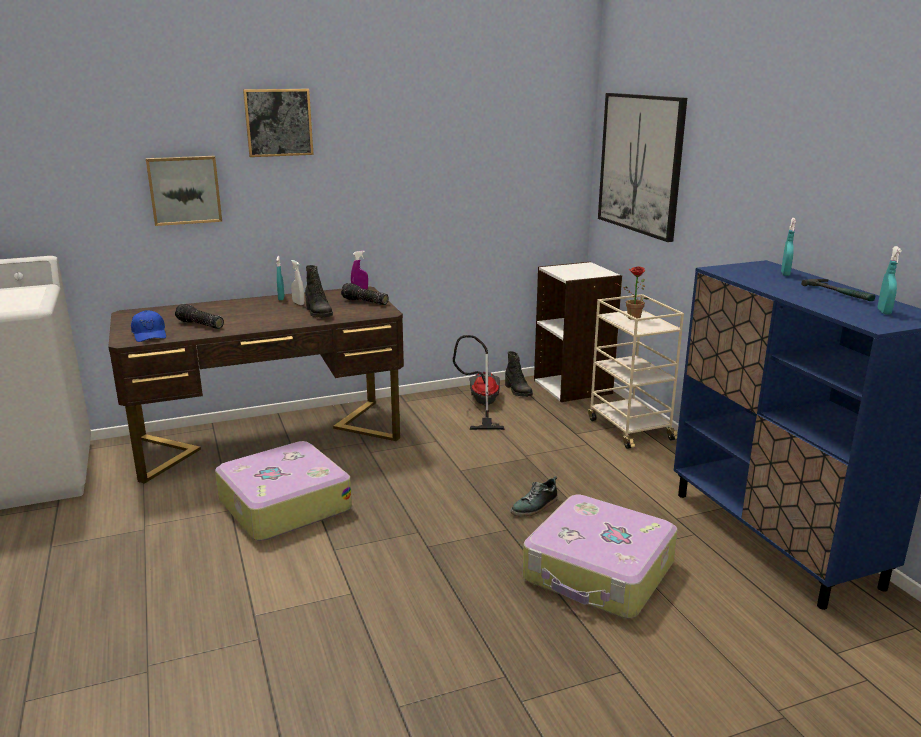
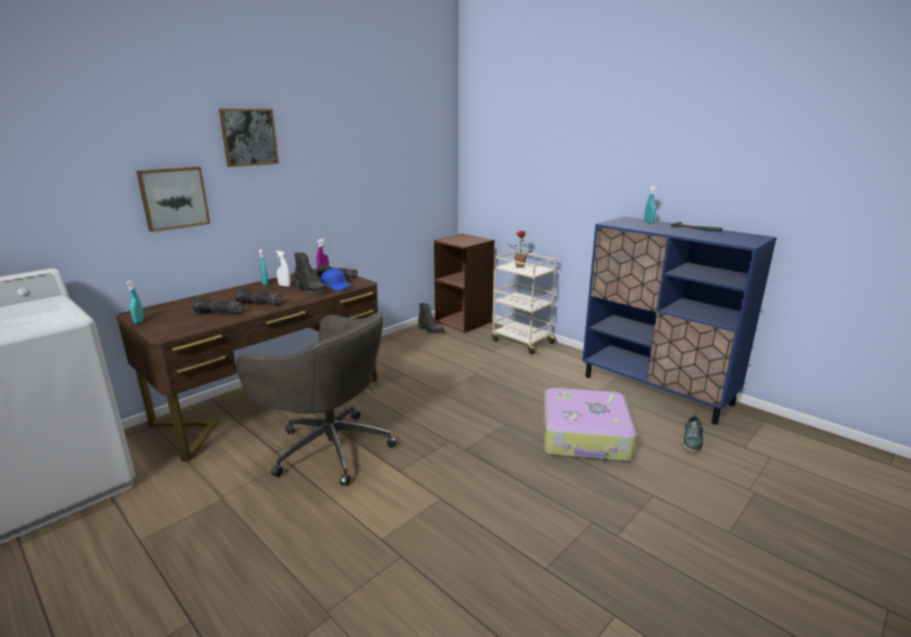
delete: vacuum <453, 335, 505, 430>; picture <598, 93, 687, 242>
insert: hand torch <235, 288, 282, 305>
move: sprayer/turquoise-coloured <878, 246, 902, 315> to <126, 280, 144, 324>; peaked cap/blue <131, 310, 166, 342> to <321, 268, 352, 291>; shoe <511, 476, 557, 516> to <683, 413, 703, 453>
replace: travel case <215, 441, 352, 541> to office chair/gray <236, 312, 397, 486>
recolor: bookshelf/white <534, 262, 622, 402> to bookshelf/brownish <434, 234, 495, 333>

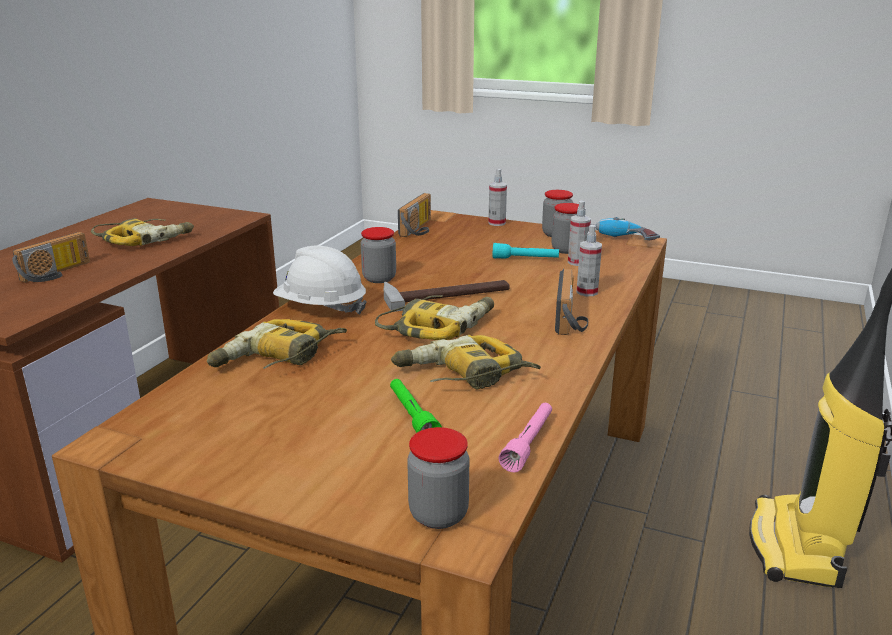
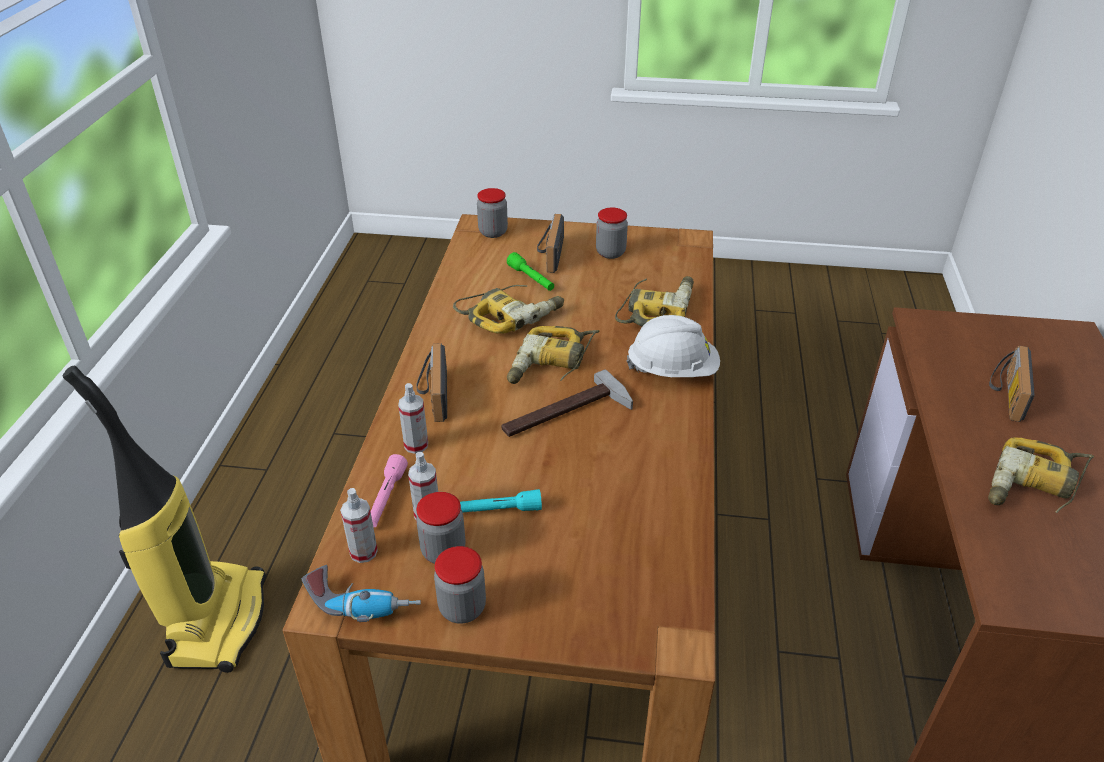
move: sprayer <488, 169, 507, 226> to <340, 488, 378, 563>; hand torch/pink-coloured <498, 403, 552, 472> to <371, 454, 408, 528>; radio set <398, 193, 431, 237> to <537, 214, 564, 273>; storage jar <361, 227, 396, 283> to <596, 208, 628, 259>

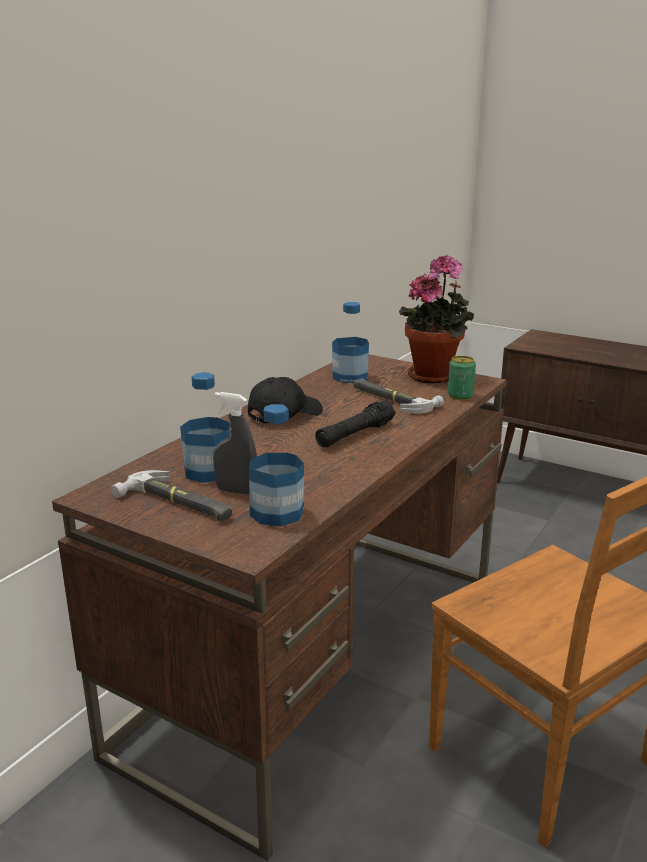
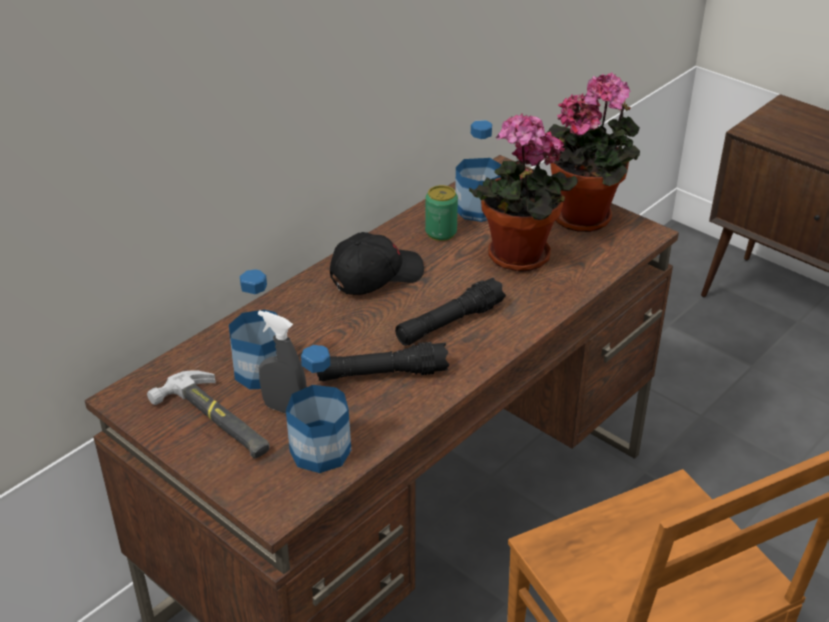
insert: hand torch/blackish <317, 342, 449, 381>
move: metal can <448, 356, 476, 400> to <425, 185, 458, 241>
replace: tool hammer <354, 379, 444, 414> to potted plant <469, 113, 578, 272>

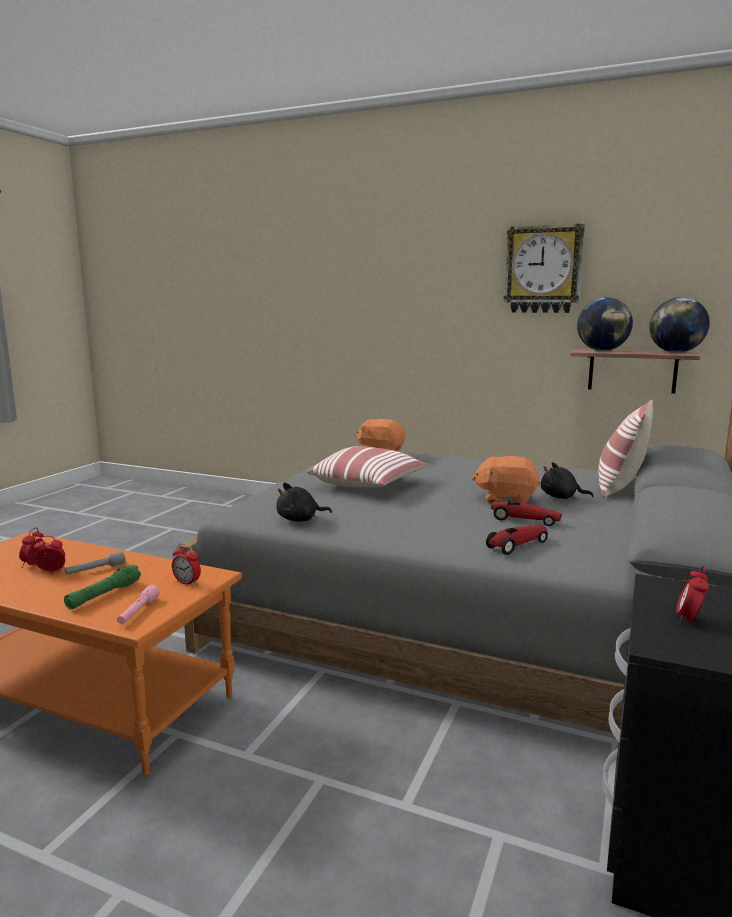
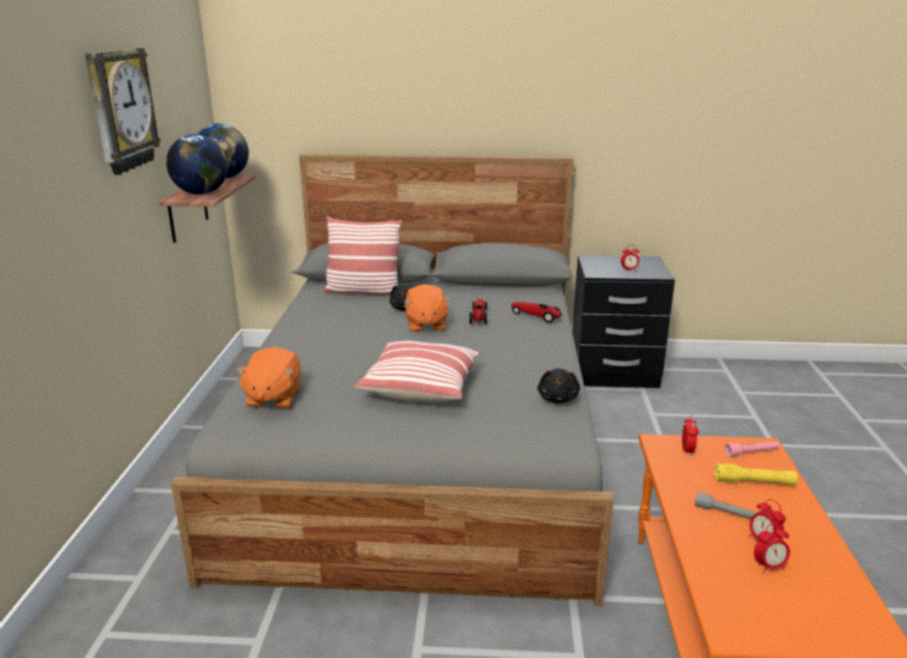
recolor: hand torch/green <64, 565, 141, 609> to hand torch/yellow <714, 463, 798, 485>
rotate: cuddly toy/blackish <276, 483, 332, 522> = <537, 368, 580, 403> 45 degrees clockwise

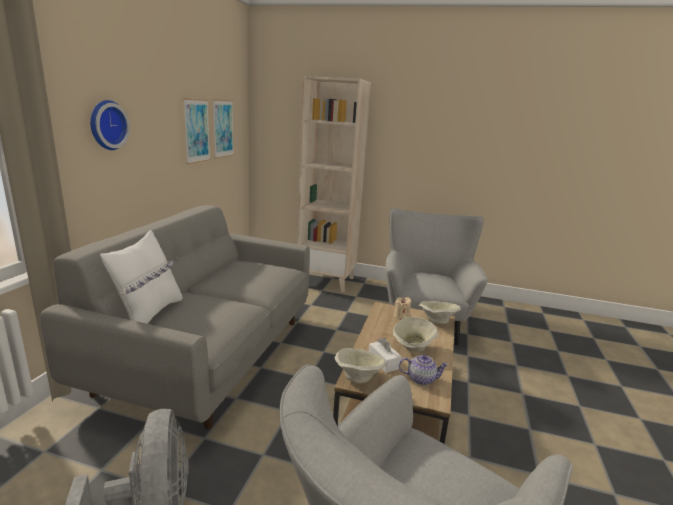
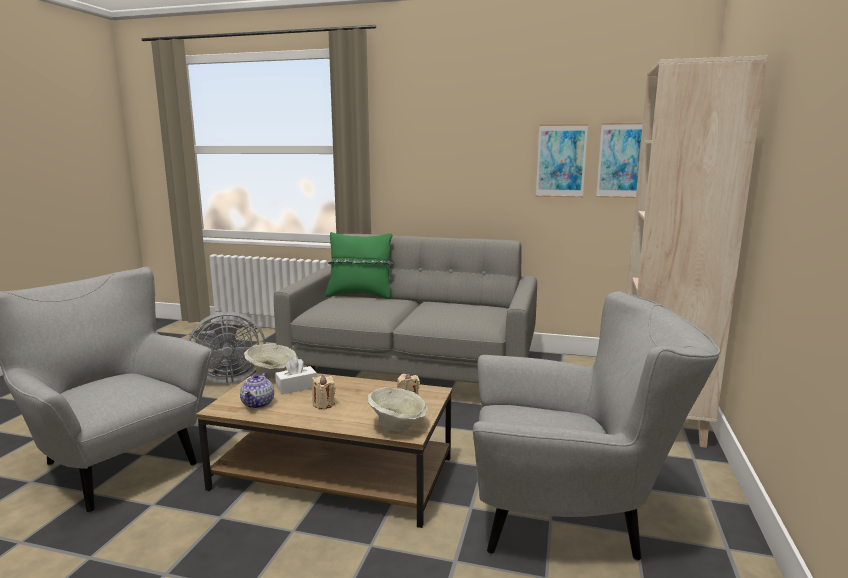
delete: wall clock <90, 100, 130, 150>
replace: serving bowl/sand-coloured <393, 317, 438, 352> to wax candle/sand-coloured <312, 375, 336, 409>
recolor: pillow/white <100, 230, 182, 324> to pillow/green <325, 232, 393, 299>

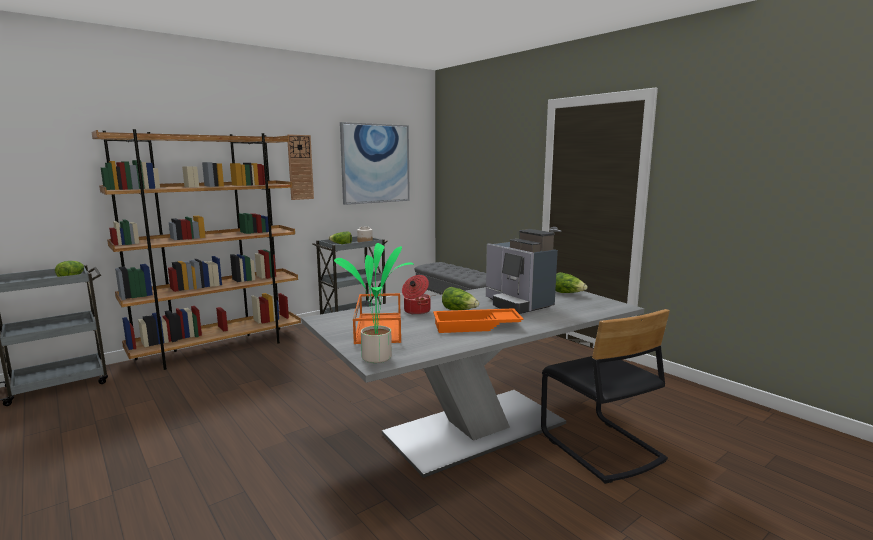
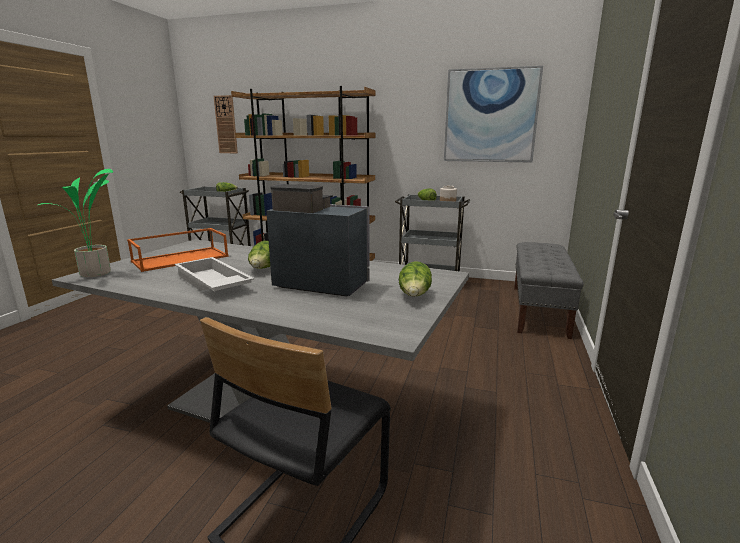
delete: stockpot <402, 275, 430, 315>
move: wall clock <287, 135, 314, 200> to <214, 95, 238, 153>
recolor: serving tray/orangey <433, 308, 524, 333> to serving tray/white <175, 257, 254, 291>
rotate: coffee maker <486, 229, 558, 314> = <266, 184, 369, 297> 90 degrees clockwise

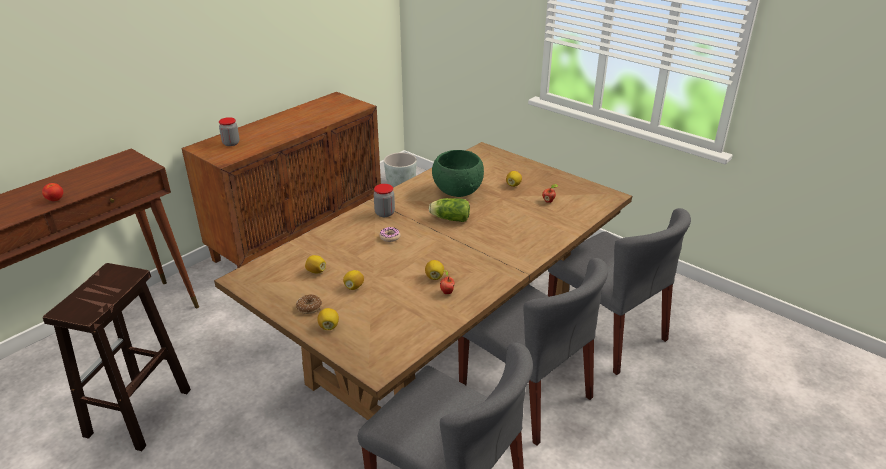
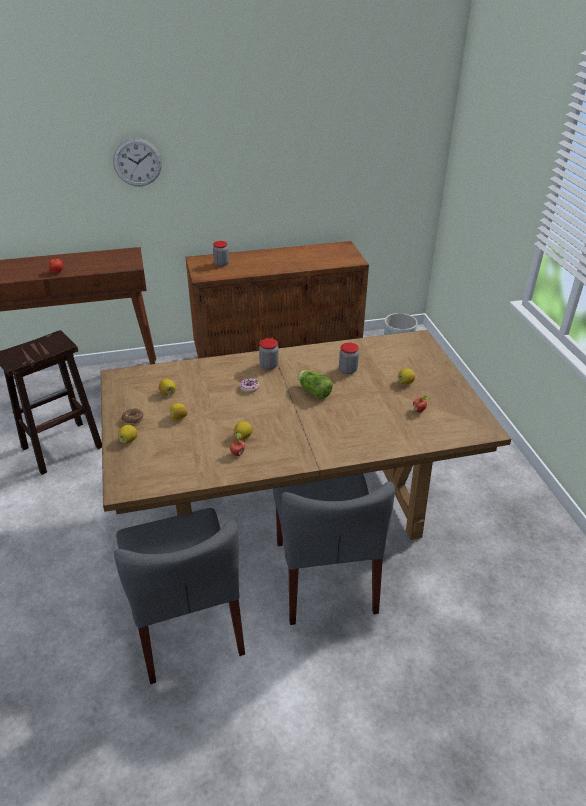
delete: chair/gray <548, 208, 691, 375>
insert: wall clock <113, 138, 162, 186>
replace: serving bowl/green <432, 150, 484, 197> to storage jar <339, 342, 359, 374>

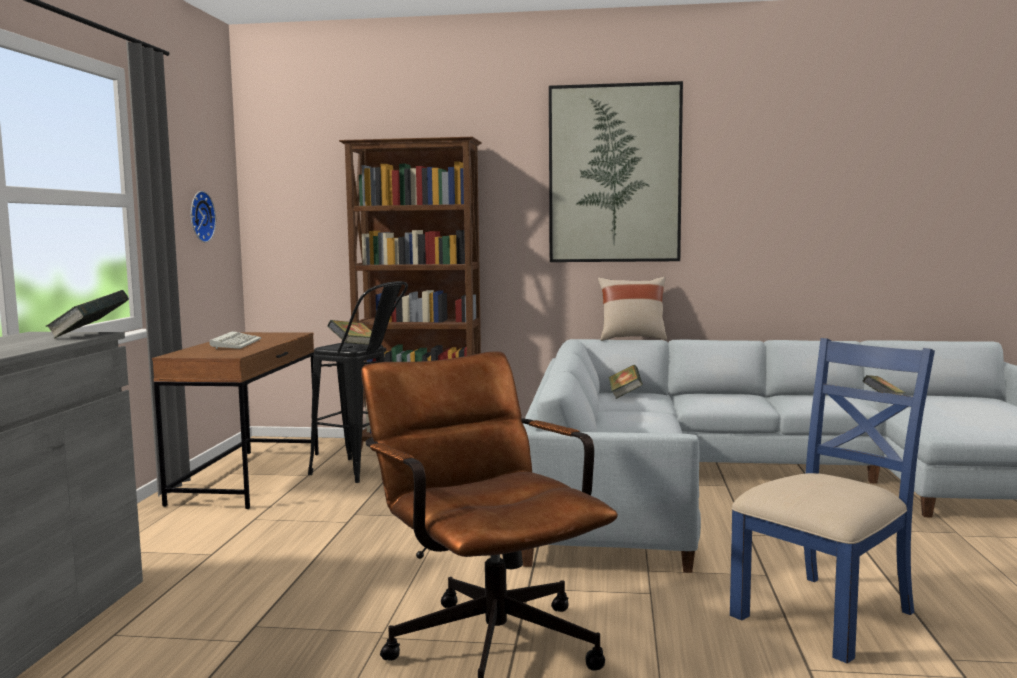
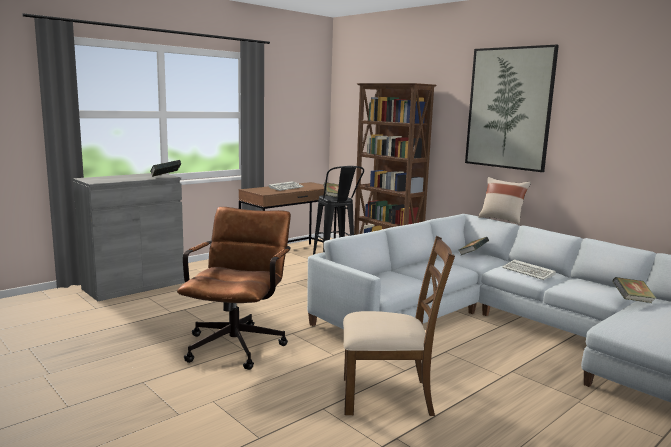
delete: wall clock <191, 191, 216, 243>
insert: keyboard <502, 260, 556, 280>
recolor: chair/blue <730, 338, 935, 663> to chair/brownish <343, 236, 455, 416>

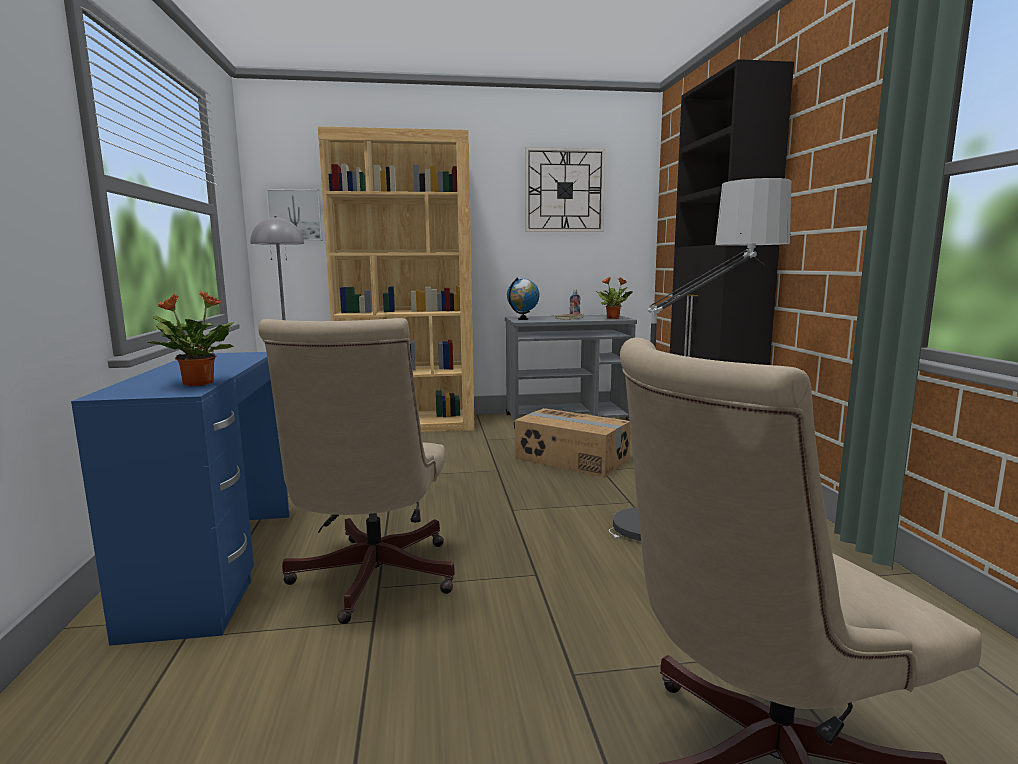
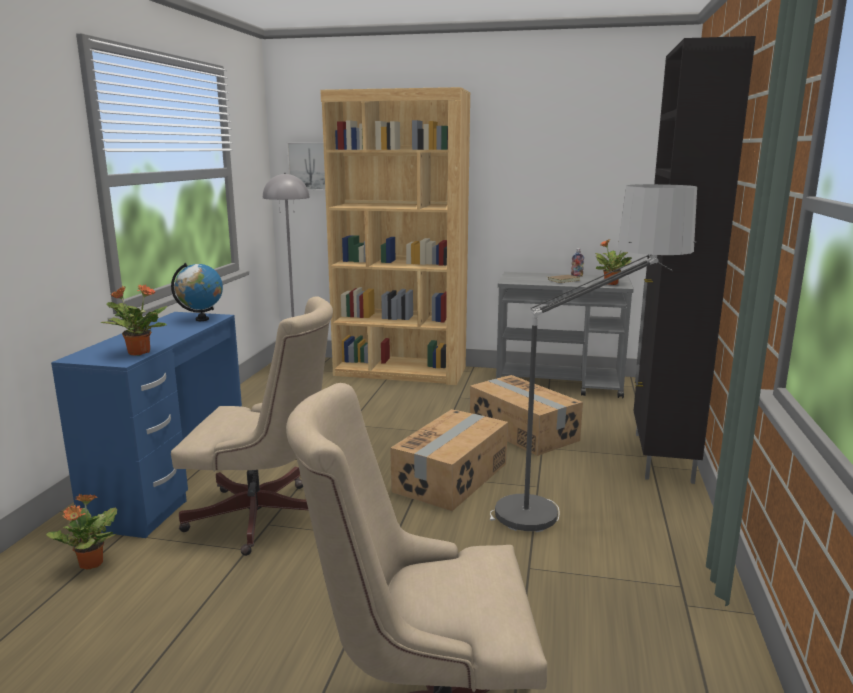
delete: wall clock <525, 147, 605, 232>
insert: potted plant <46, 494, 117, 569>; carton <390, 409, 508, 511>
move: desk globe <507, 277, 539, 320> to <171, 263, 223, 321>
rotate: office chair/sand-coloured <258, 318, 455, 624> = <171, 296, 333, 556> 105 degrees counterclockwise

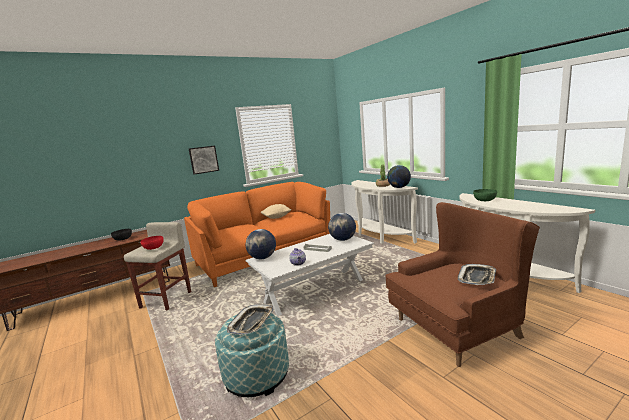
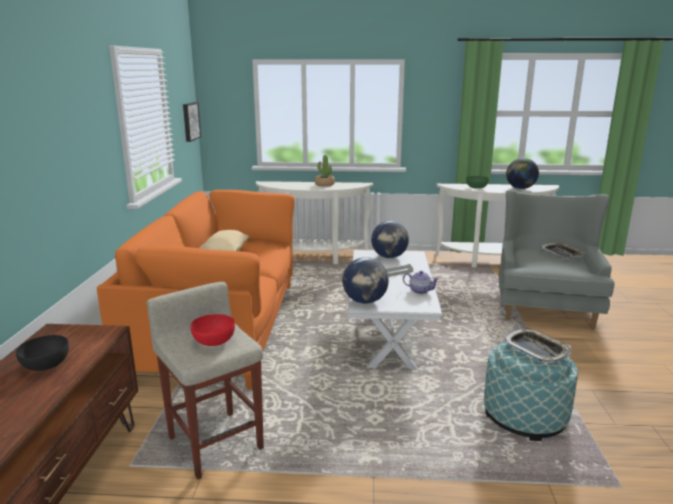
move: picture <189, 146, 219, 175> to <183, 102, 201, 142>; desk globe <387, 165, 411, 188> to <506, 158, 539, 189>
recolor: lounge chair/brownish <385, 202, 540, 367> to lounge chair/gray <498, 190, 615, 330>

